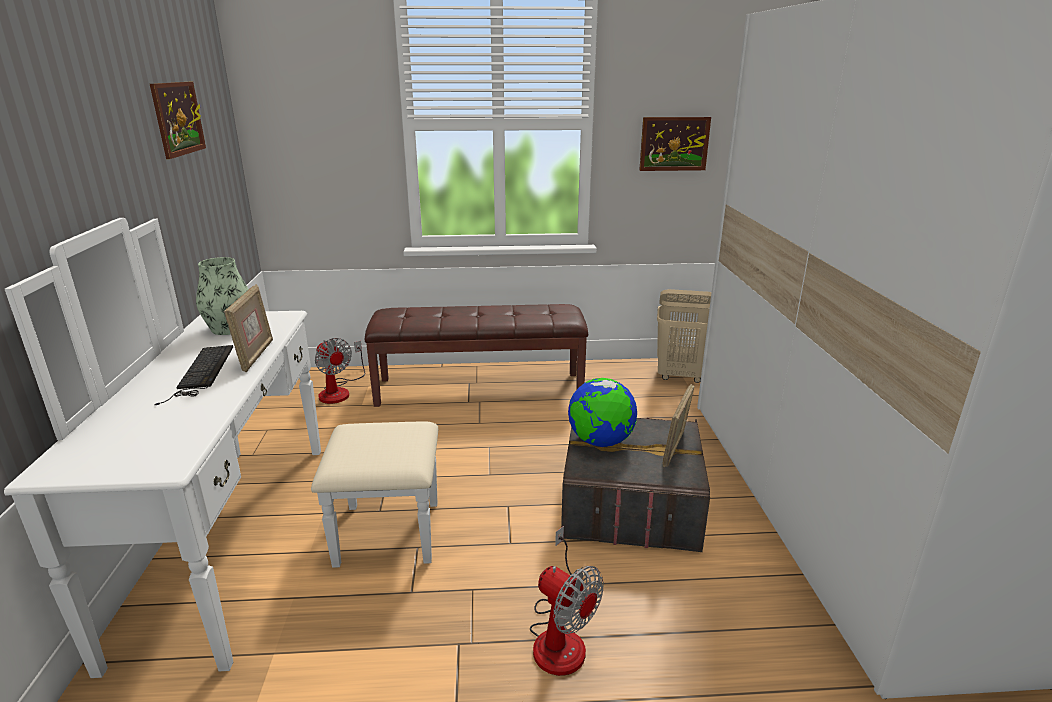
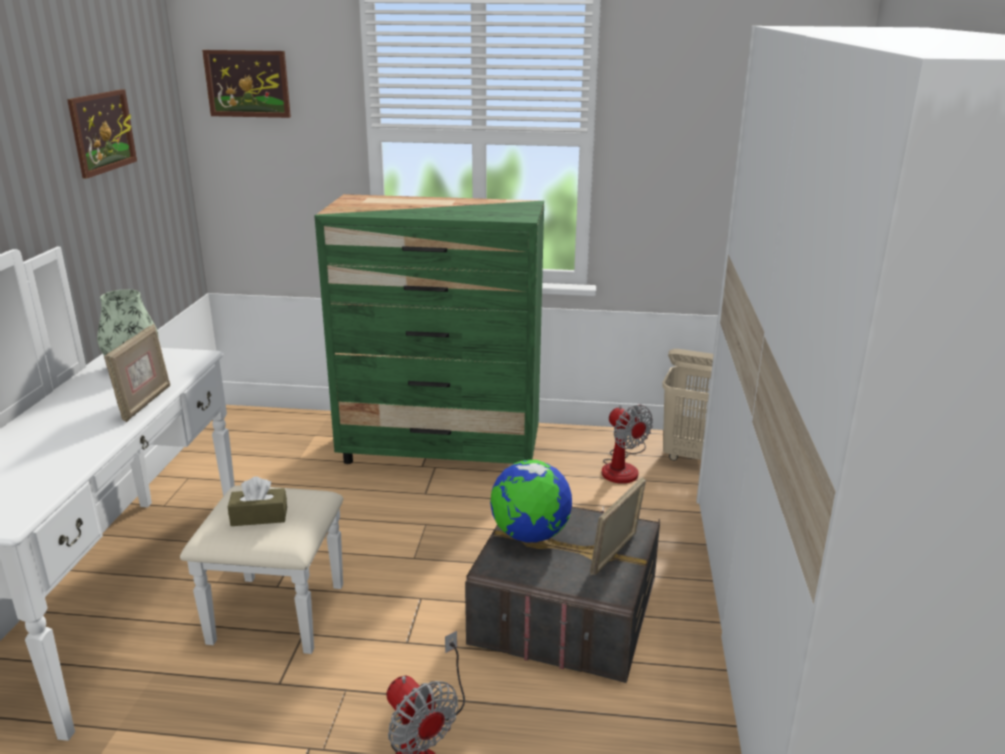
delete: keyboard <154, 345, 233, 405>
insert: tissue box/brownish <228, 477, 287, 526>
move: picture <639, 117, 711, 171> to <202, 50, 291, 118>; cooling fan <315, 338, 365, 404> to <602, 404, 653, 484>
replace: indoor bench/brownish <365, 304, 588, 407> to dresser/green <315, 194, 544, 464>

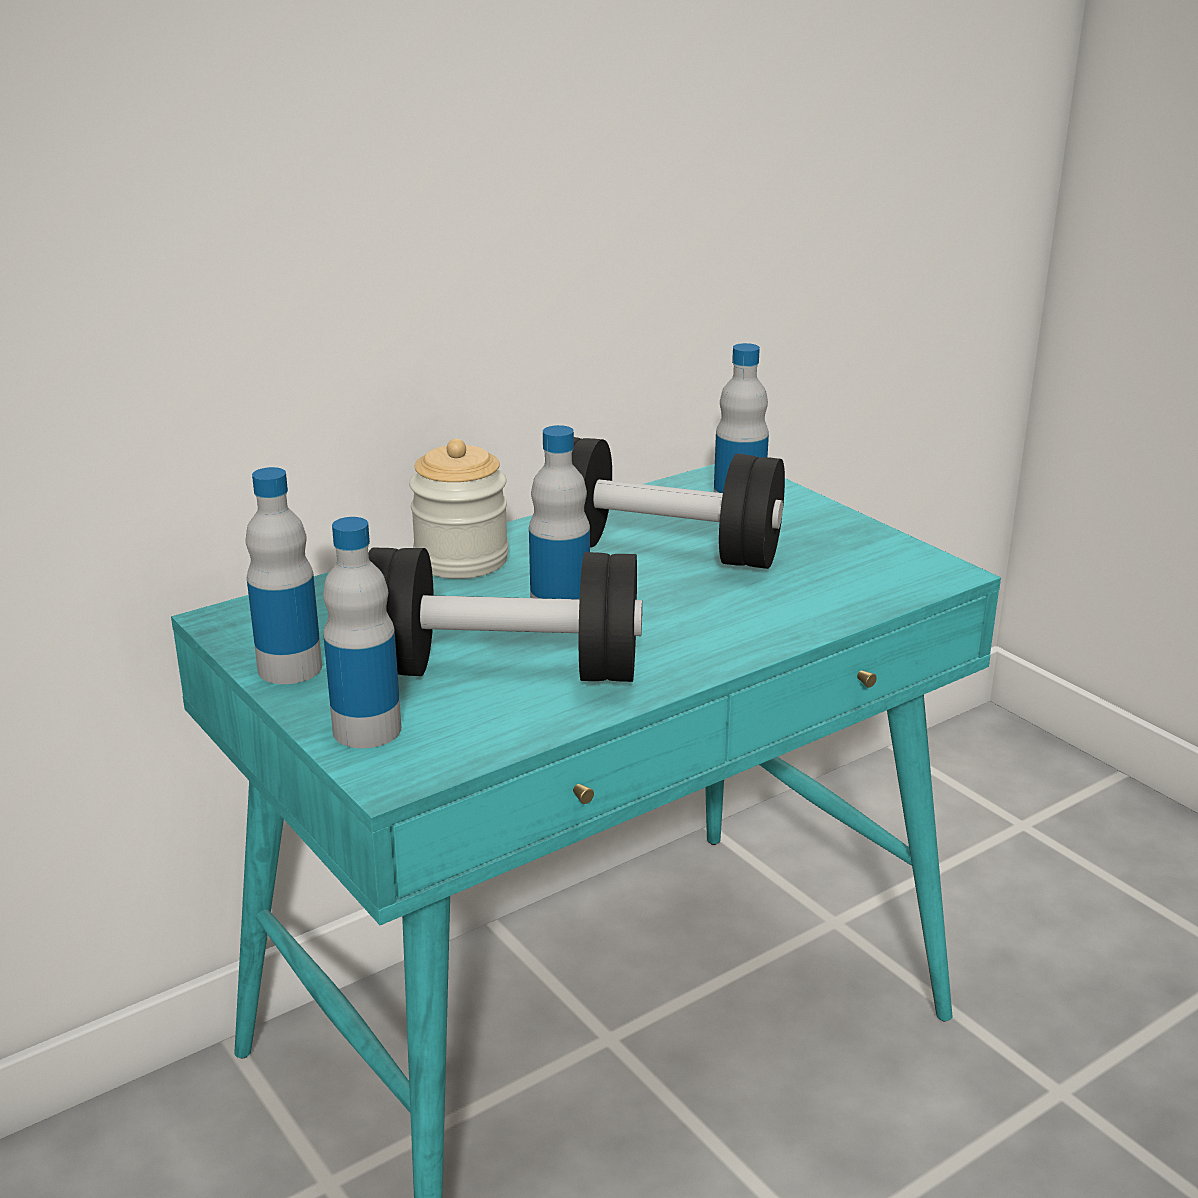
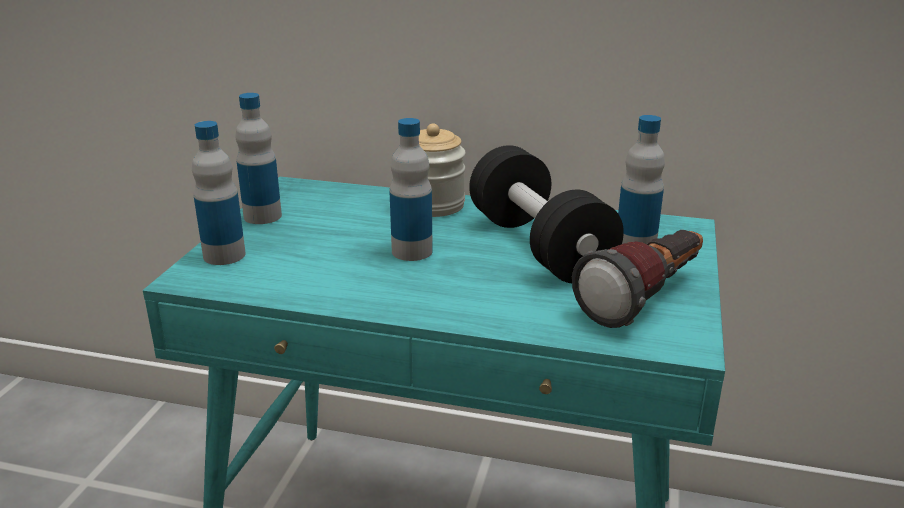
delete: dumbbell/blackish <368, 548, 642, 682>
insert: hand torch <572, 230, 703, 328>

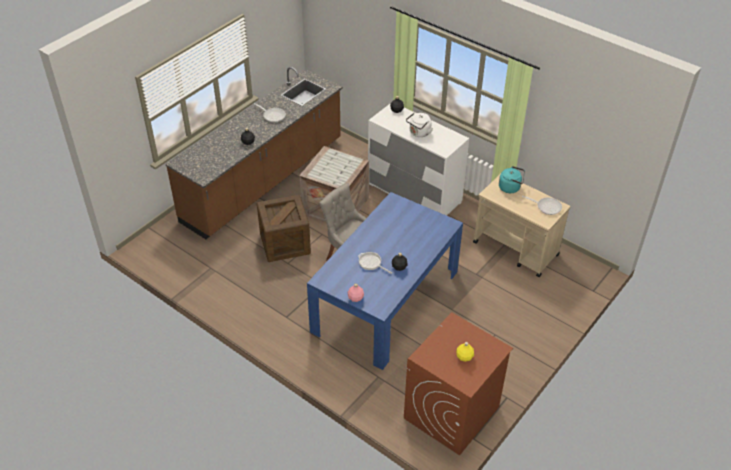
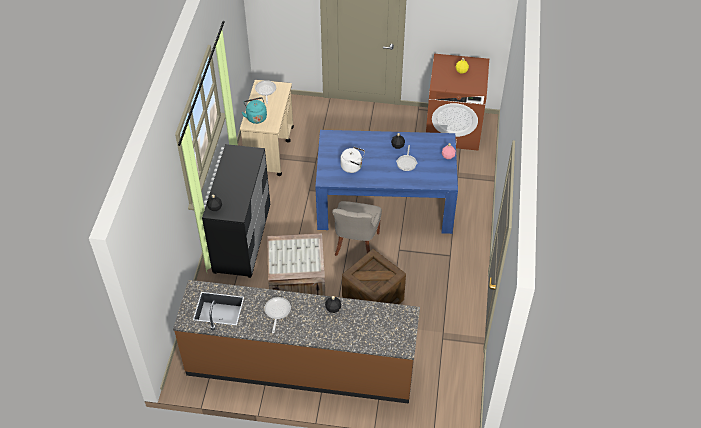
move: water kettle/white <406, 113, 433, 137> to <340, 147, 365, 173>
recolor: dresser/white <368, 103, 469, 216> to dresser/blackish <202, 144, 270, 278>

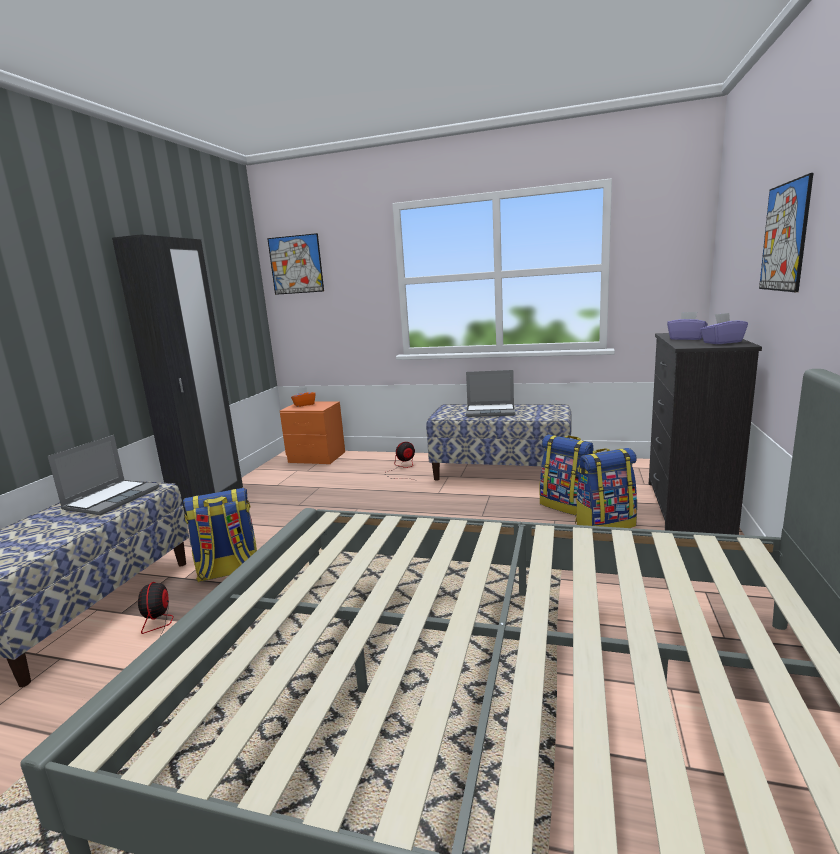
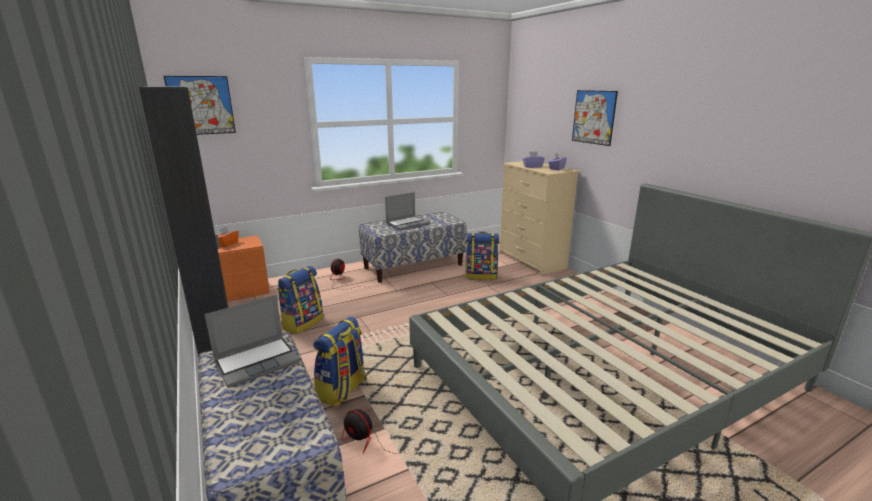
move: rucksack <575, 448, 637, 528> to <277, 266, 324, 334>
recolor: dresser/blackish <649, 333, 762, 535> to dresser/sand-coloured <499, 161, 580, 275>
rotate: notebook computer <48, 435, 159, 515> = <205, 295, 300, 388> 75 degrees clockwise

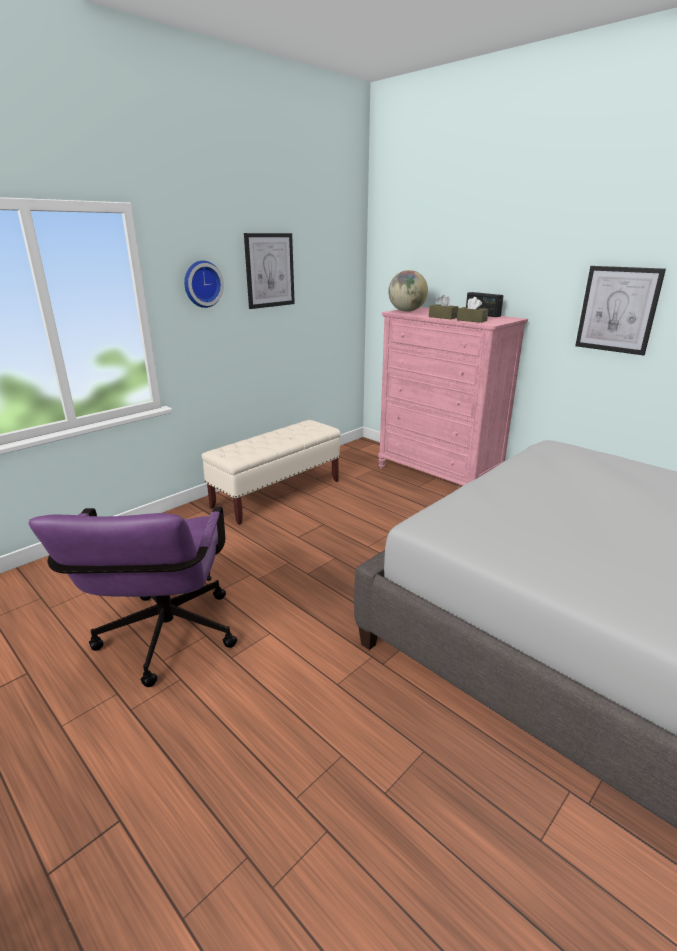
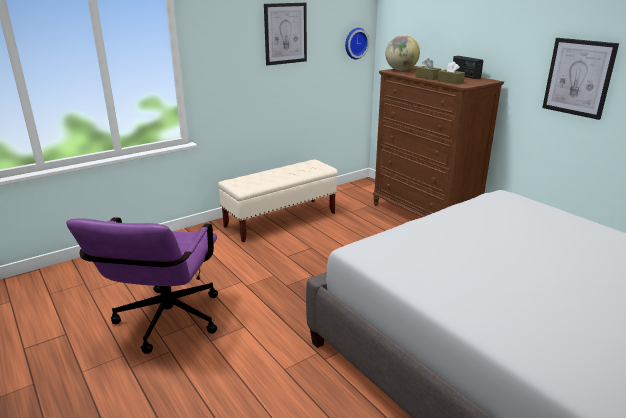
move: wall clock <184, 261, 224, 308> to <345, 28, 370, 59>
recolor: dresser/pink-coloured <378, 307, 528, 486> to dresser/brownish <373, 66, 504, 217>

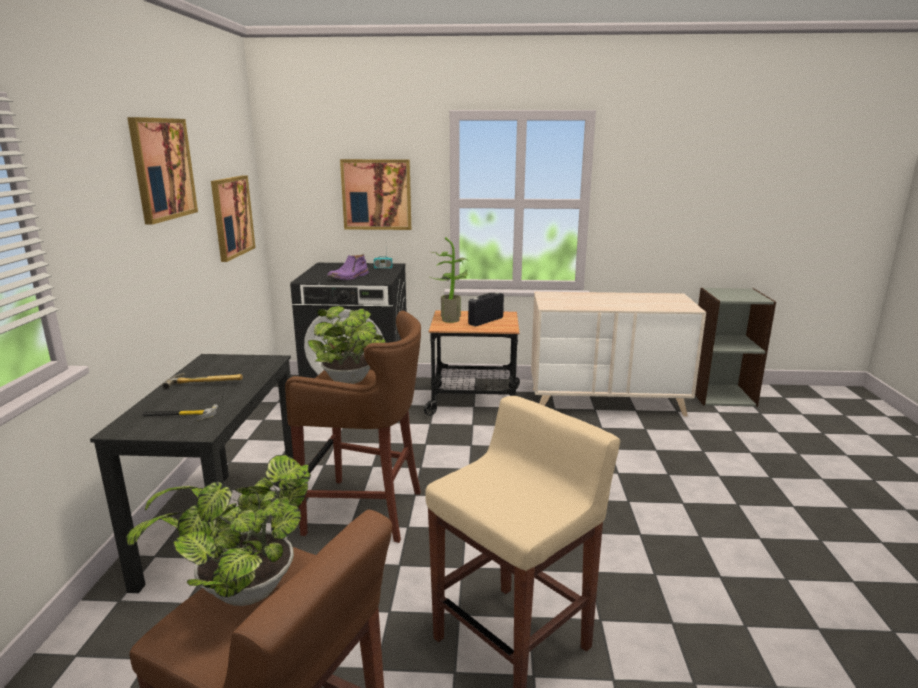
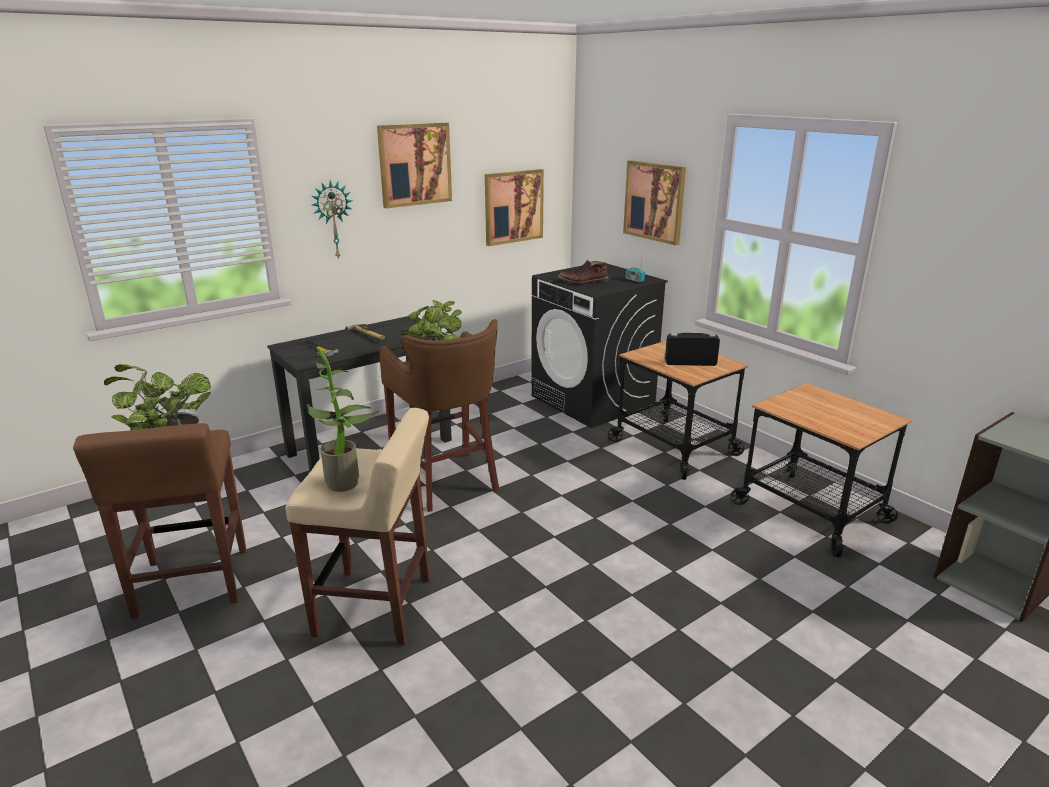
insert: wall clock <312, 180, 352, 260>
move: potted plant <428, 237, 468, 323> to <306, 348, 379, 492>
replace: dresser/sand-coloured <531, 292, 706, 416> to wheeled cart <731, 383, 911, 557>
recolor: boot/purple-coloured <327, 254, 369, 280> to boot/brownish <558, 260, 608, 284>

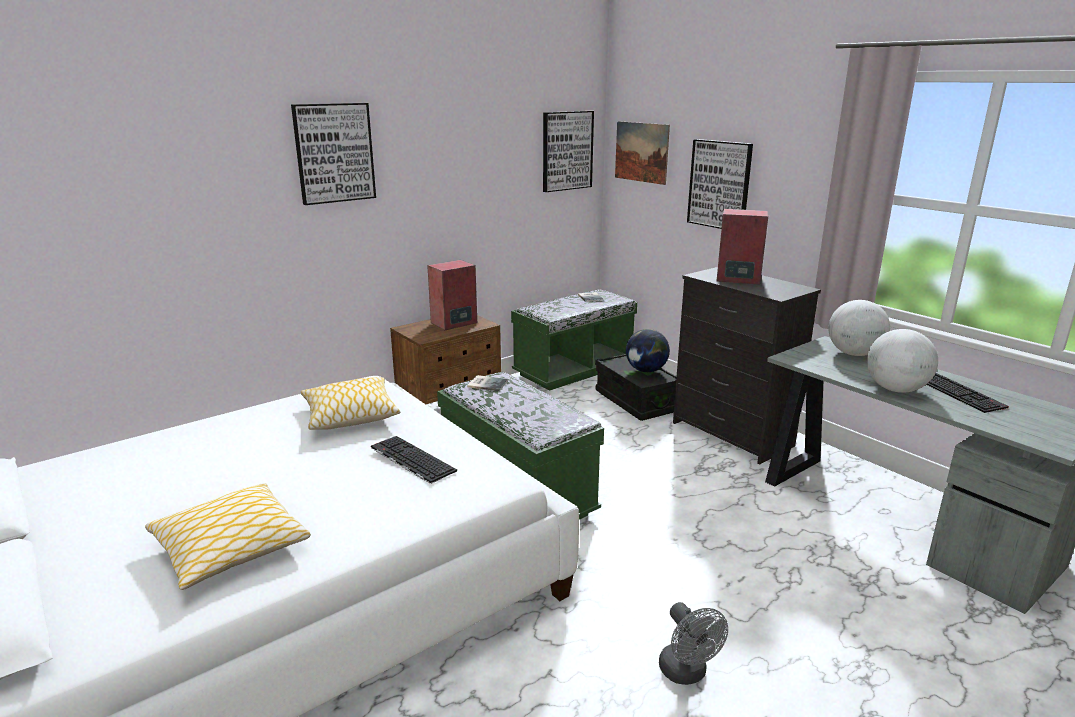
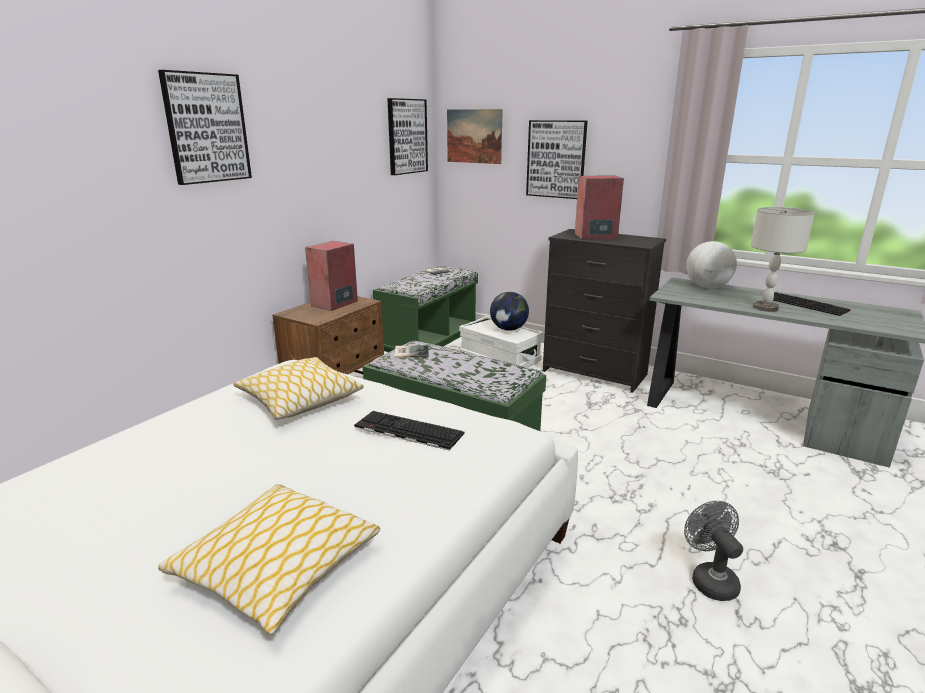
replace: desk globe <867, 329, 938, 393> to table lamp/gray <751, 207, 815, 312>
recolor: storage container/blackish <595, 354, 677, 421> to storage container/white <459, 316, 543, 367>
rotate: cooling fan/gray <659, 602, 728, 685> = <684, 501, 743, 601> 150 degrees counterclockwise

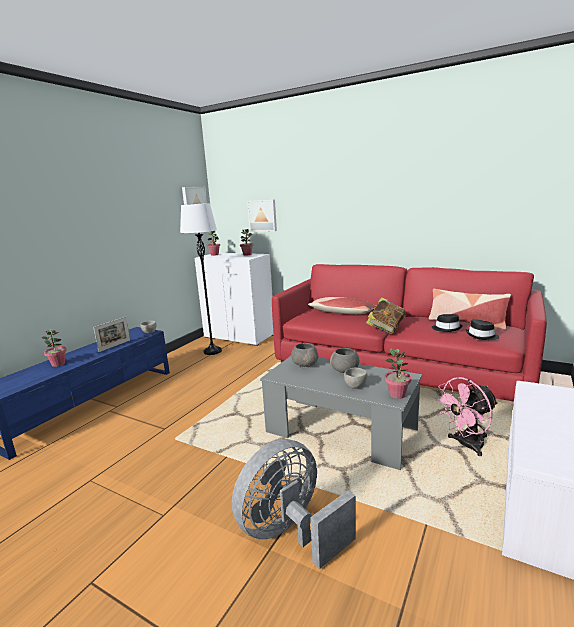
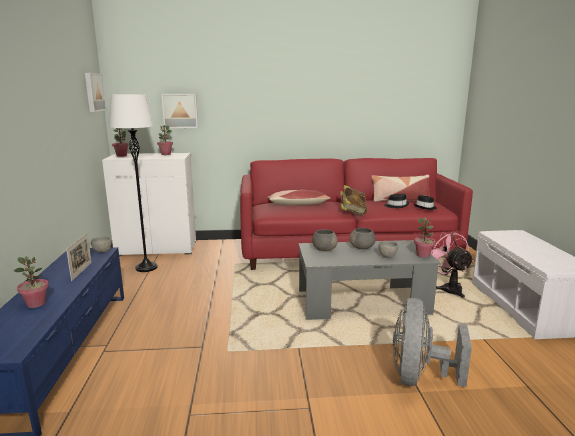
rotate: cooling fan/pink-coloured <434, 377, 498, 456> = <431, 232, 474, 298> 135 degrees clockwise

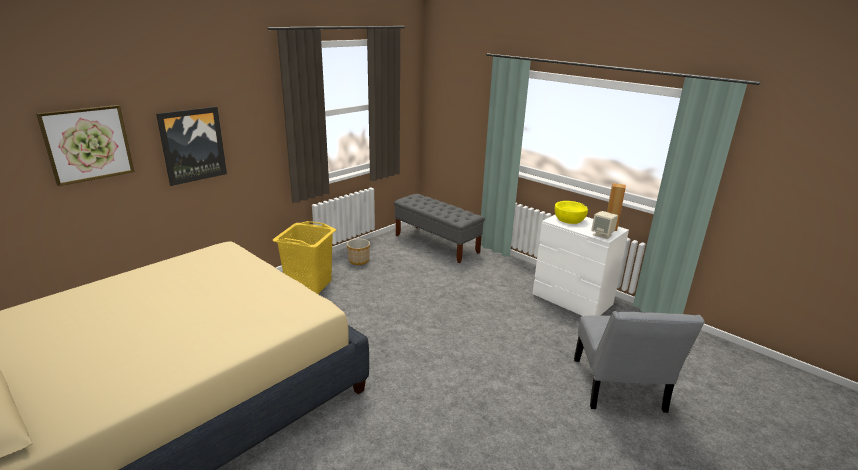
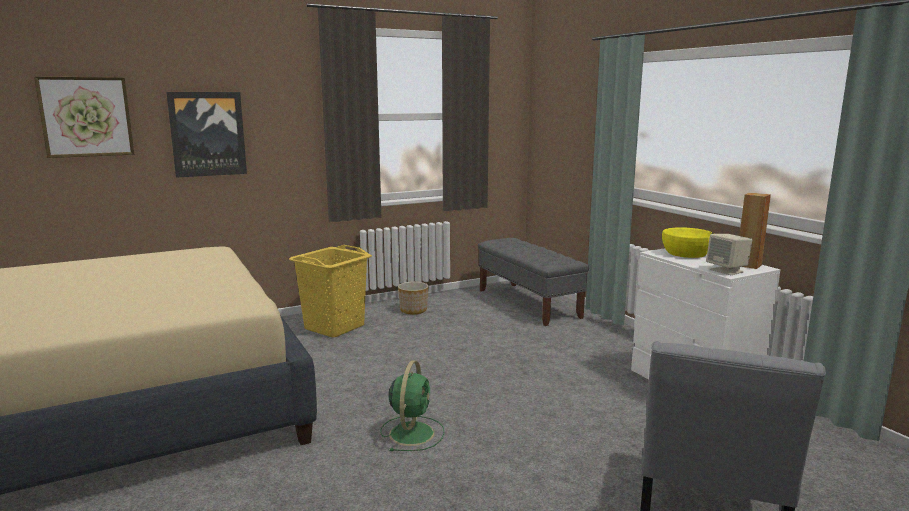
insert: cooling fan/green <380, 361, 444, 451>

